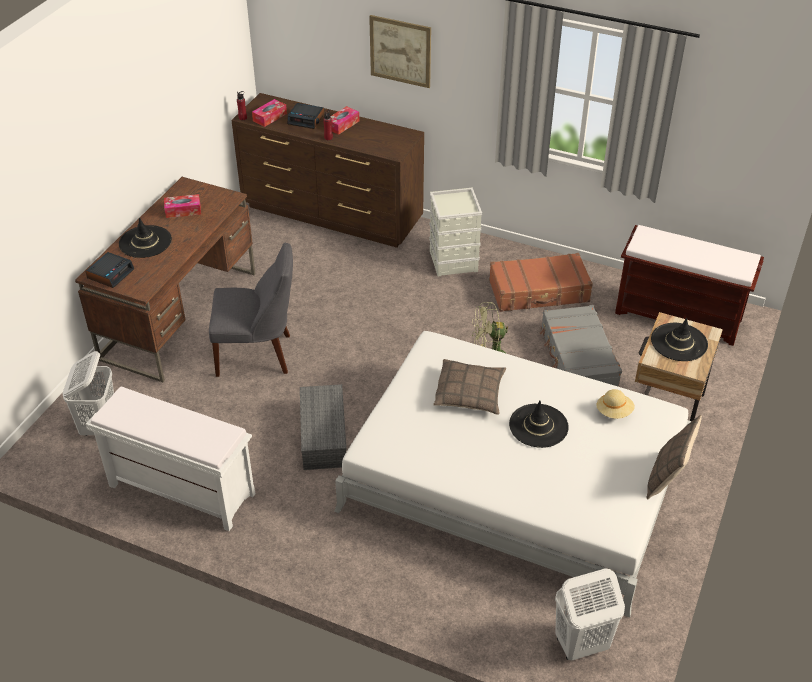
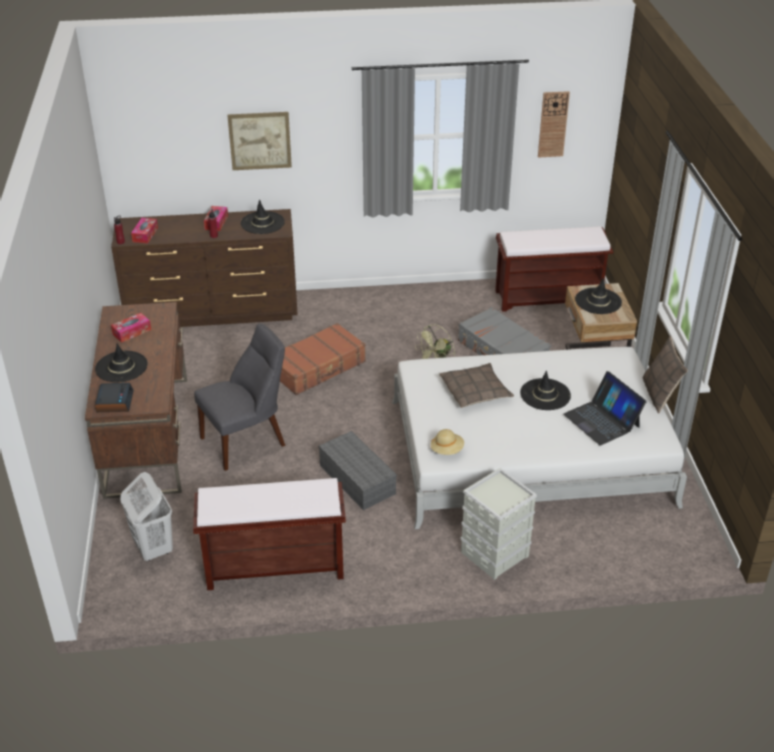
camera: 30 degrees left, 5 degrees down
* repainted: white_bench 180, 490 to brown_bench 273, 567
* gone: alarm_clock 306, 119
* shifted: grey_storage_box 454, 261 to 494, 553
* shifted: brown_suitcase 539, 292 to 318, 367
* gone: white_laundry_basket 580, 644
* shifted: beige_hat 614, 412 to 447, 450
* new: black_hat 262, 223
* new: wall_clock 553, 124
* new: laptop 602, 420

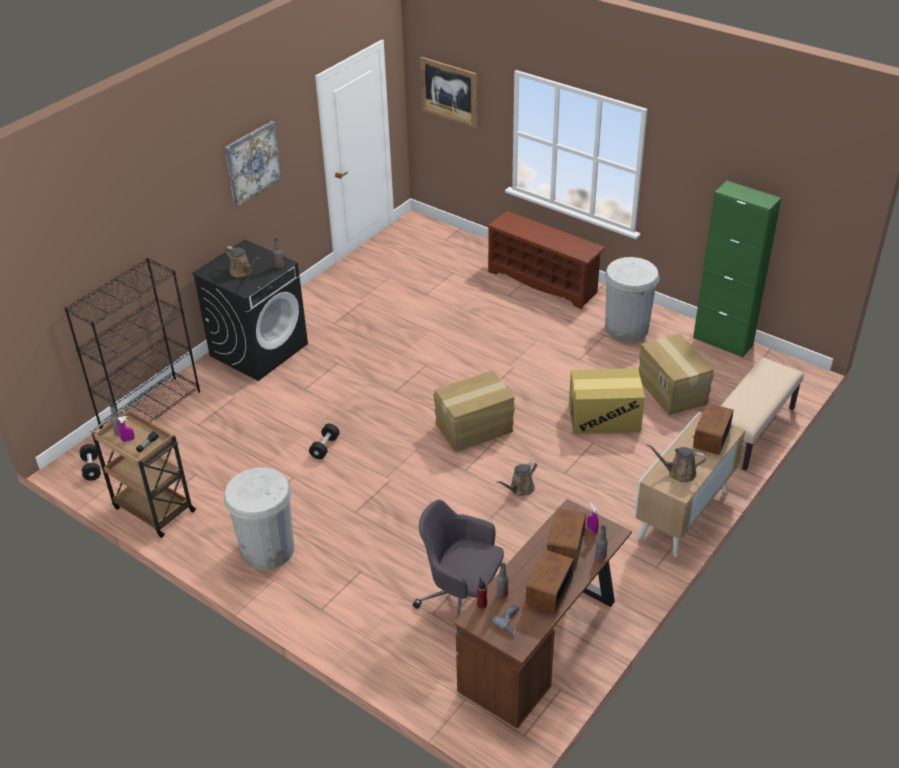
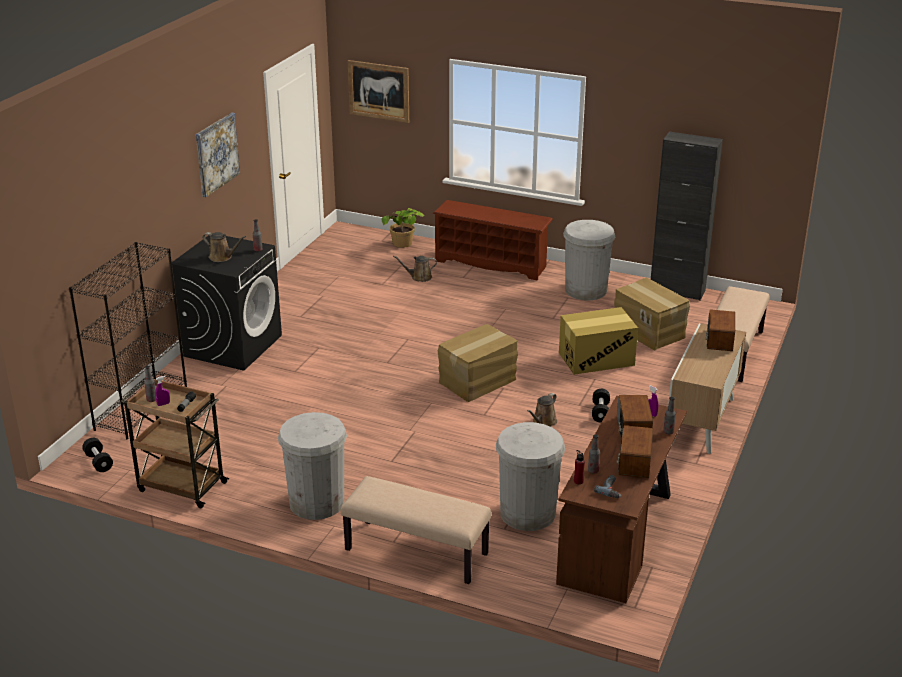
camera: 15 degrees left, 10 degrees down
* shifted: black_dumbbell 325, 447 to 600, 412
* swapped: grey_office_chair 462, 599 to white_trash_can 527, 513
* shifted: brown_watering_can 679, 472 to 419, 277
* repainted: green_cabinet 722, 341 to black_cabinet 677, 291
* new: beige_bench 415, 552
* new: potted_plant 405, 248

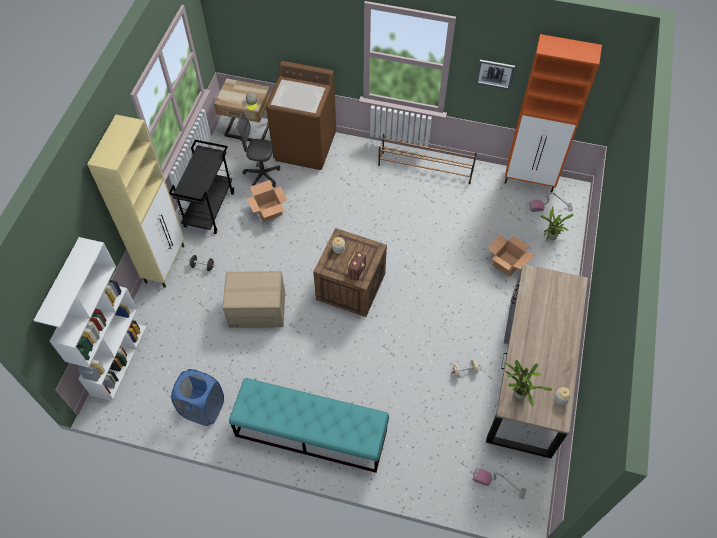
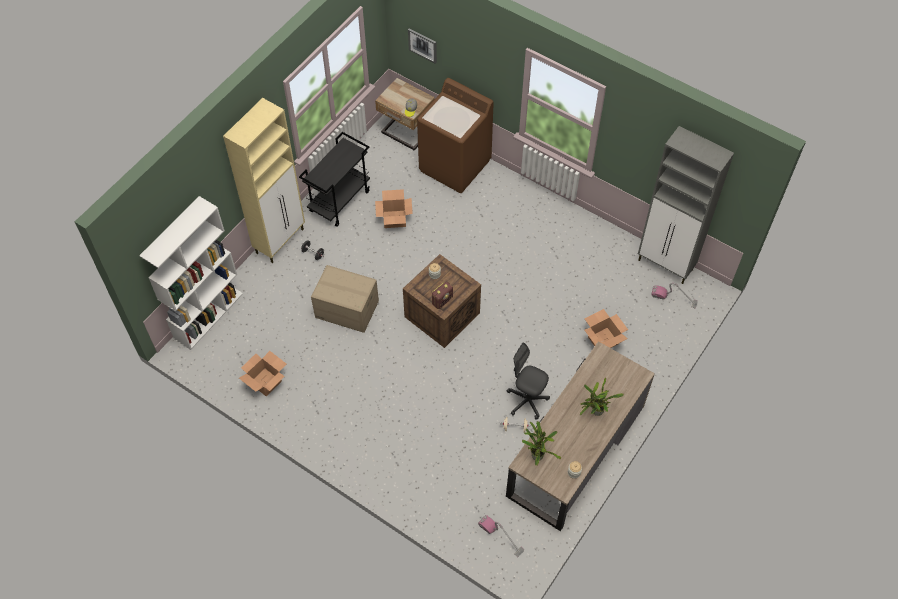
camera: 20 degrees right, 0 degrees up
* swapped: blue_laundry_basket 203, 408 to cardboard_box 265, 382
* gone: turquoise_bench 310, 433
* shifted: grey_office_chair 262, 176 to 527, 401
* gone: brown_shoe_rack 426, 168
* shifted: picture 495, 73 to 423, 45
* repainted: orange_cabinet 530, 180 to grey_cabinet 666, 265
* shifted: potted_plant 550, 237 to 595, 412

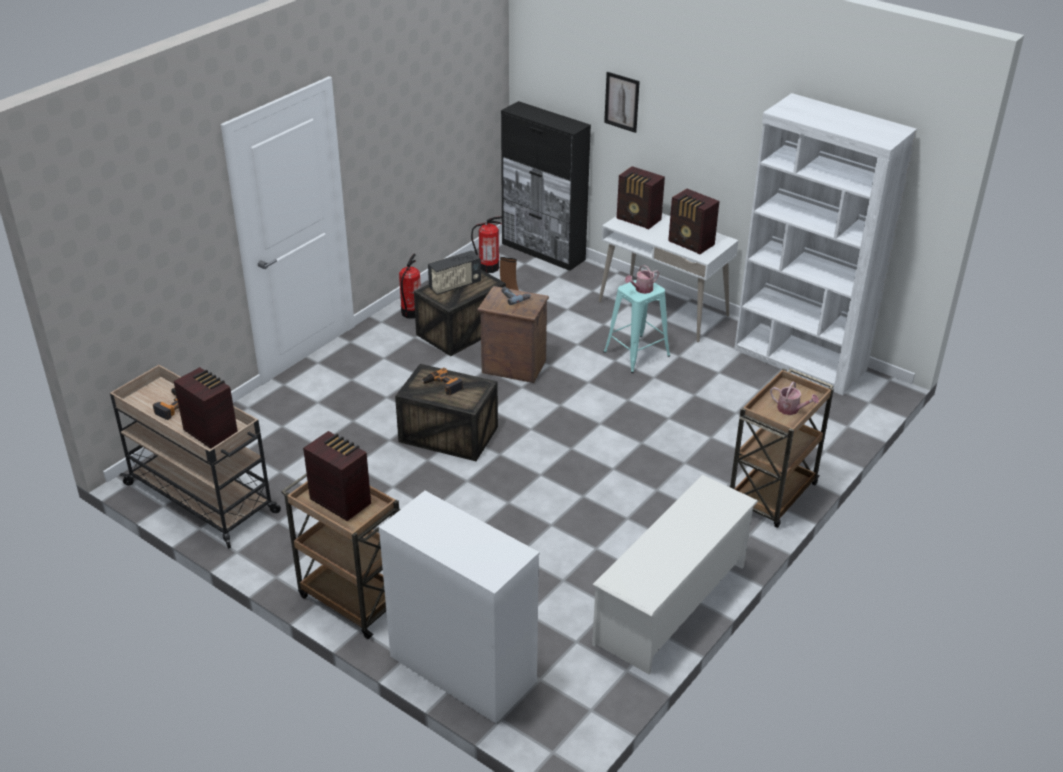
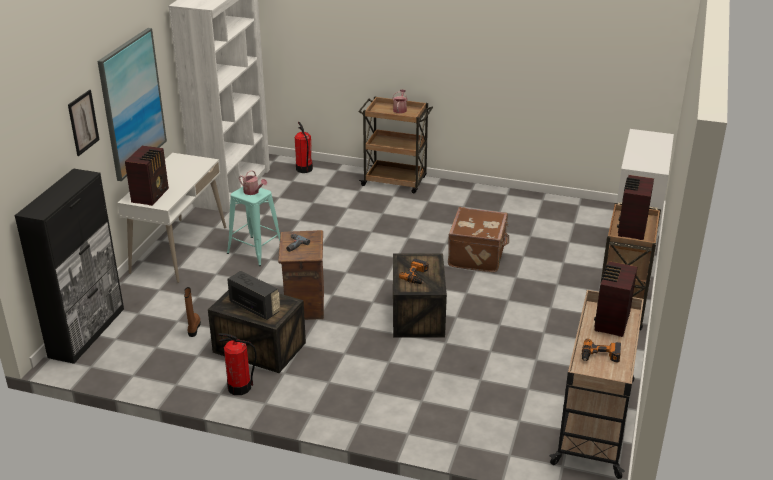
camera: 110 degrees left, 5 degrees down
* shifted: fire_extinguisher 488, 267 to 304, 169
* gone: white_shoe_rack 671, 604
* gone: radio 691, 244
* new: picture 132, 103
* new: brown_suitcase 478, 256

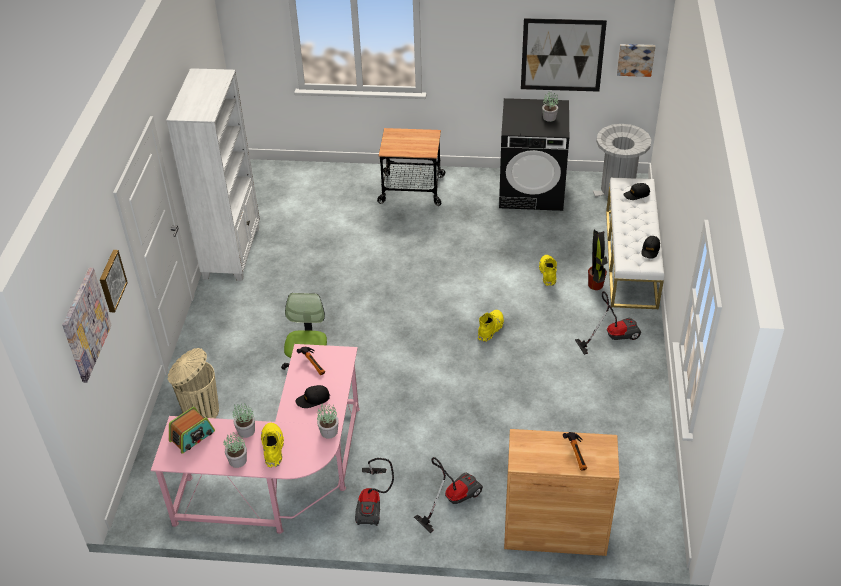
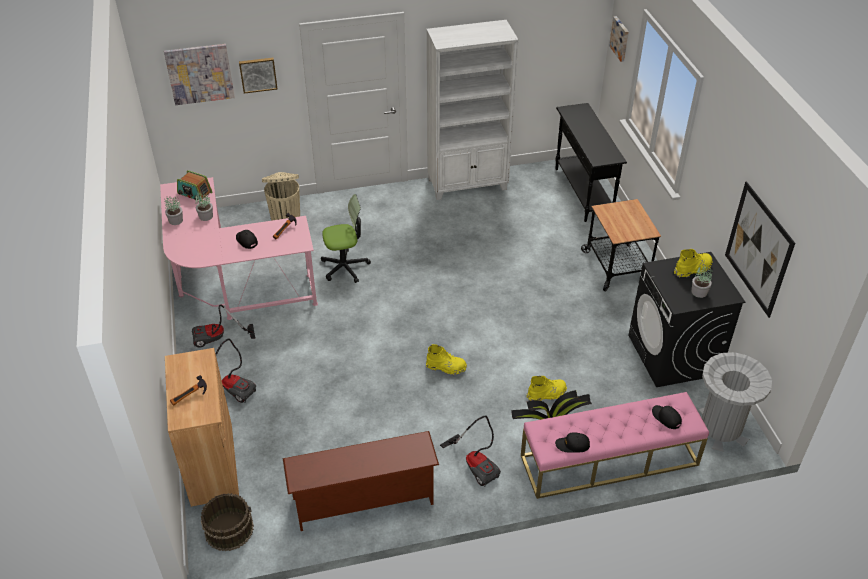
camera: 70 degrees right, 0 degrees up
* shifted: yellow_boot 273, 448 to 693, 269
* gone: potted_plant 329, 431
* repainted: white_bench 631, 258 to pink_bench 609, 460
* shifted: picture 635, 59 to 620, 38
* new: brown_bucket 229, 529
* new: brown_shoe_rack 363, 502
* new: black_console_table 583, 193

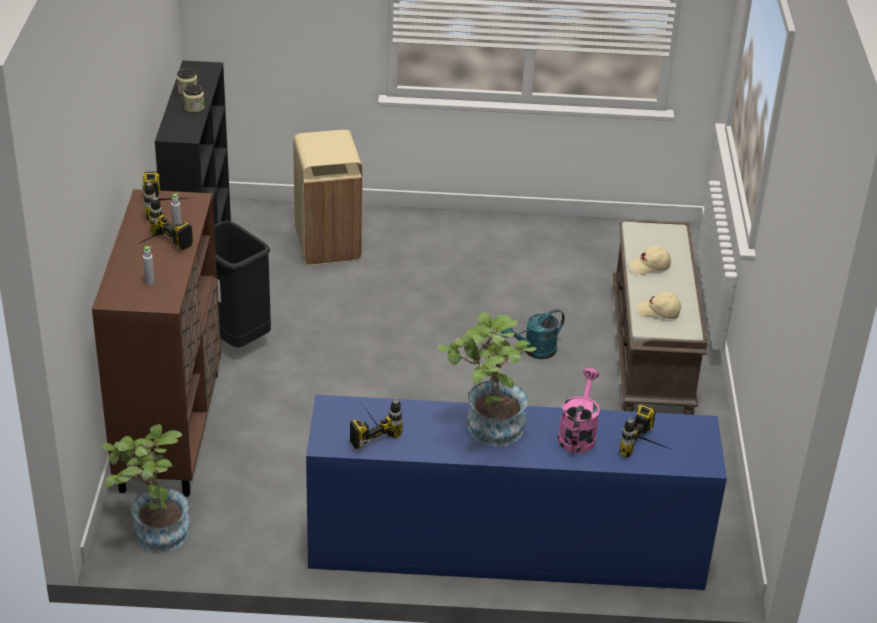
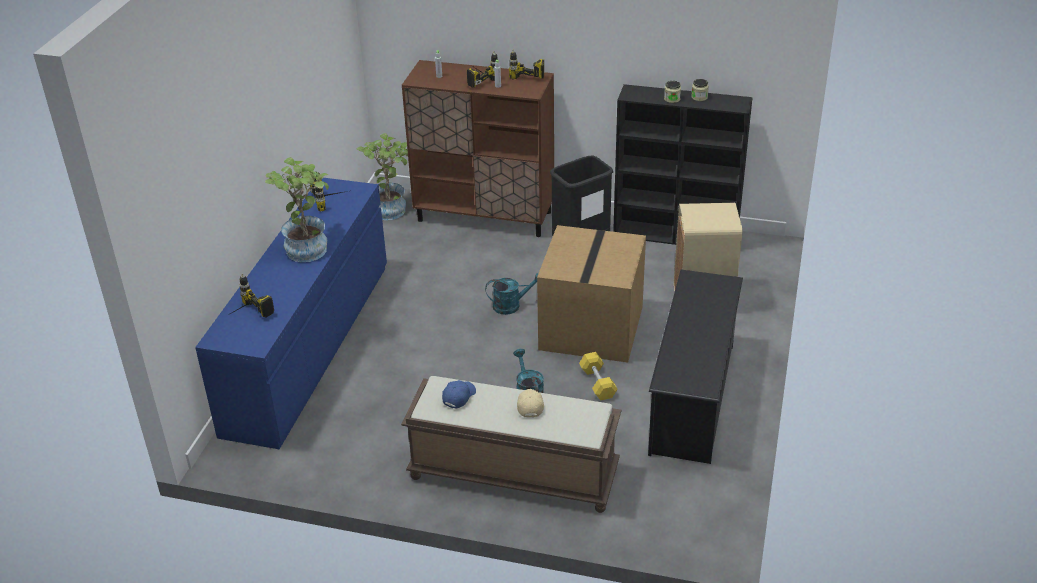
camera: 105 degrees right, 0 degrees up
* gone: pink_watering_can 578, 434
* repainted: beige_cap 658, 312 to blue_cap 458, 396
* new: turquoise_watering_can 511, 306
* new: cardboard_box 592, 329
* new: yellow_dumbbell 597, 383
* new: black_shoe_rack 692, 397

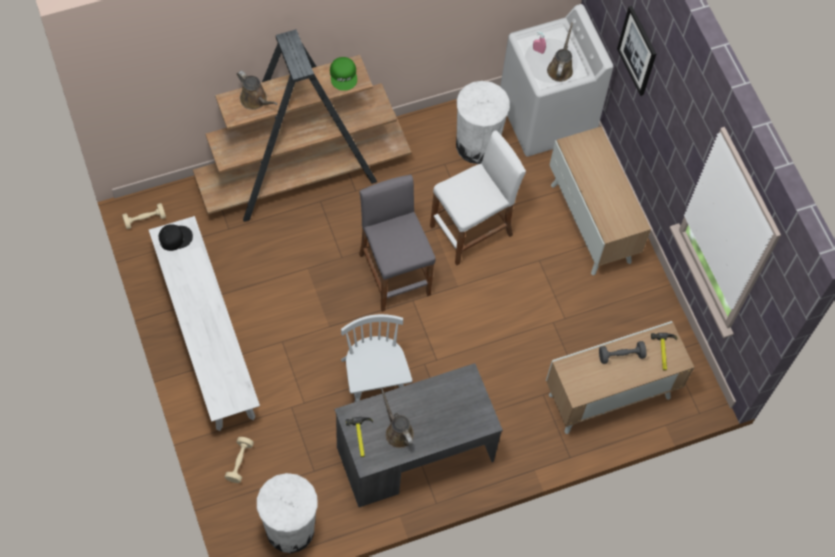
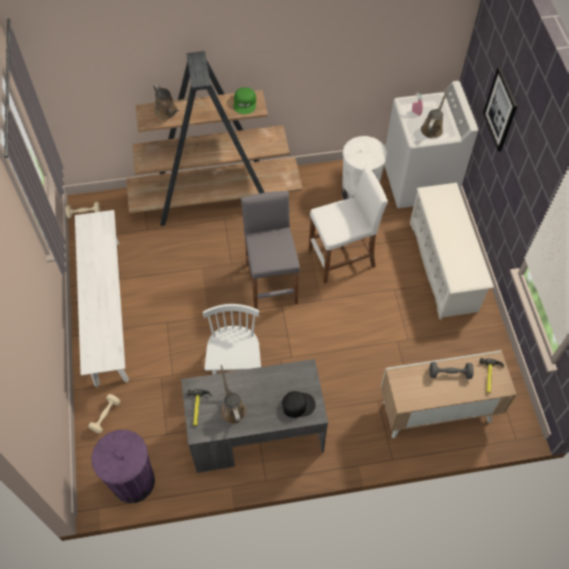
camera: 15 degrees right, 5 degrees down
* shifted: black_cap 175, 237 to 298, 404
* repainted: white_trash_can 290, 529 to purple_trash_can 133, 481
* swapped: cabinet 591, 223 to white_shoe_rack 443, 266

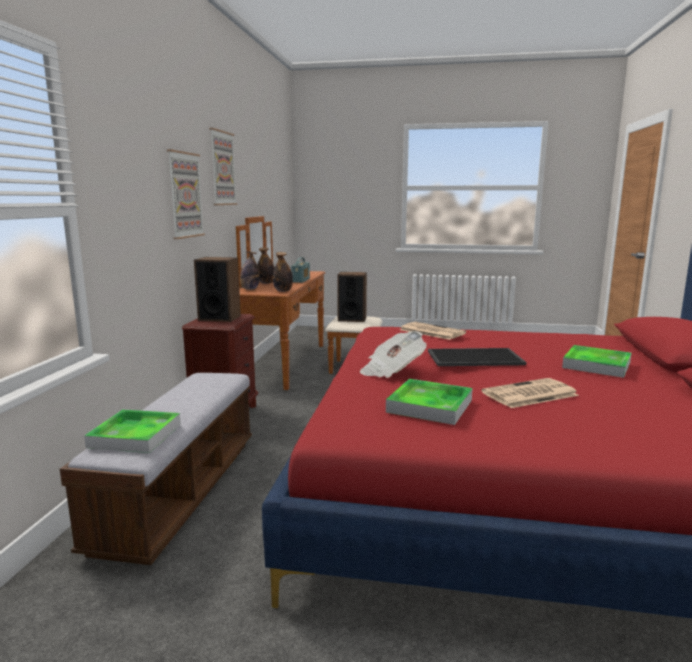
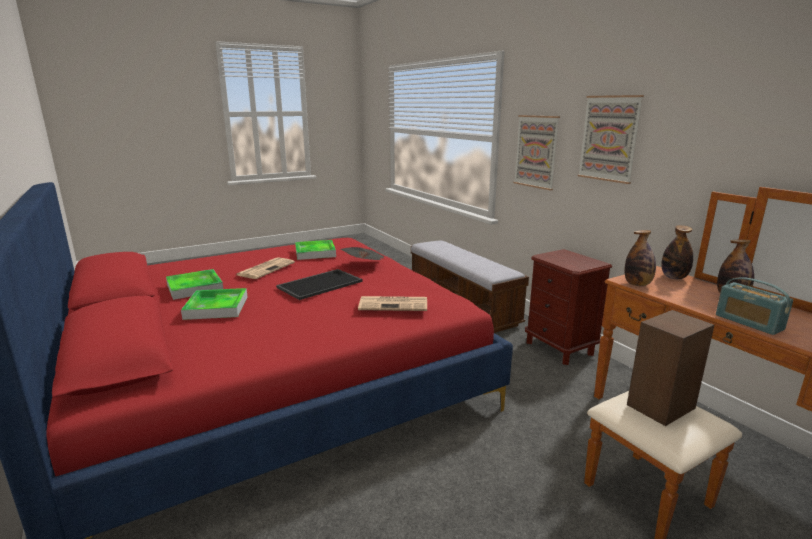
camera: 140 degrees right, 5 degrees up
* shifted: tray 135, 435 to 195, 287
* gone: speaker 219, 318
* shifted: picture 222, 168 to 536, 151

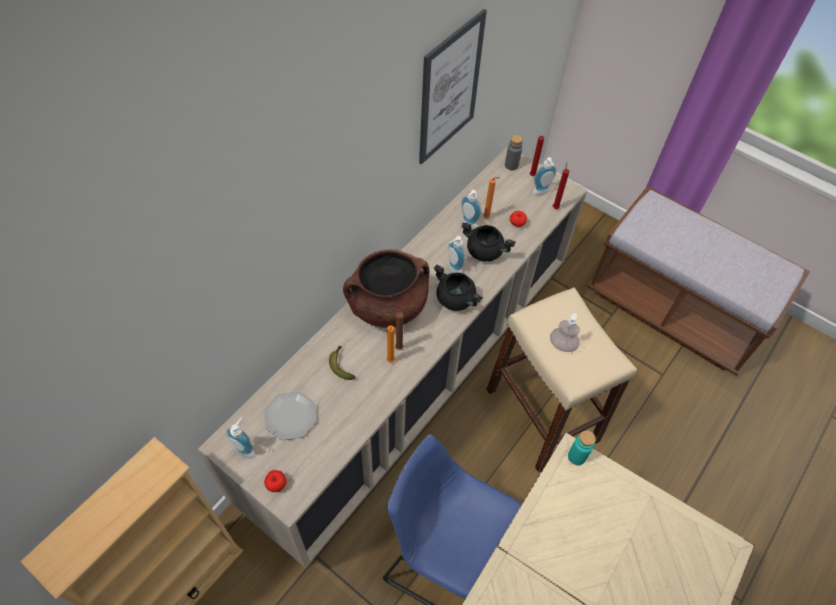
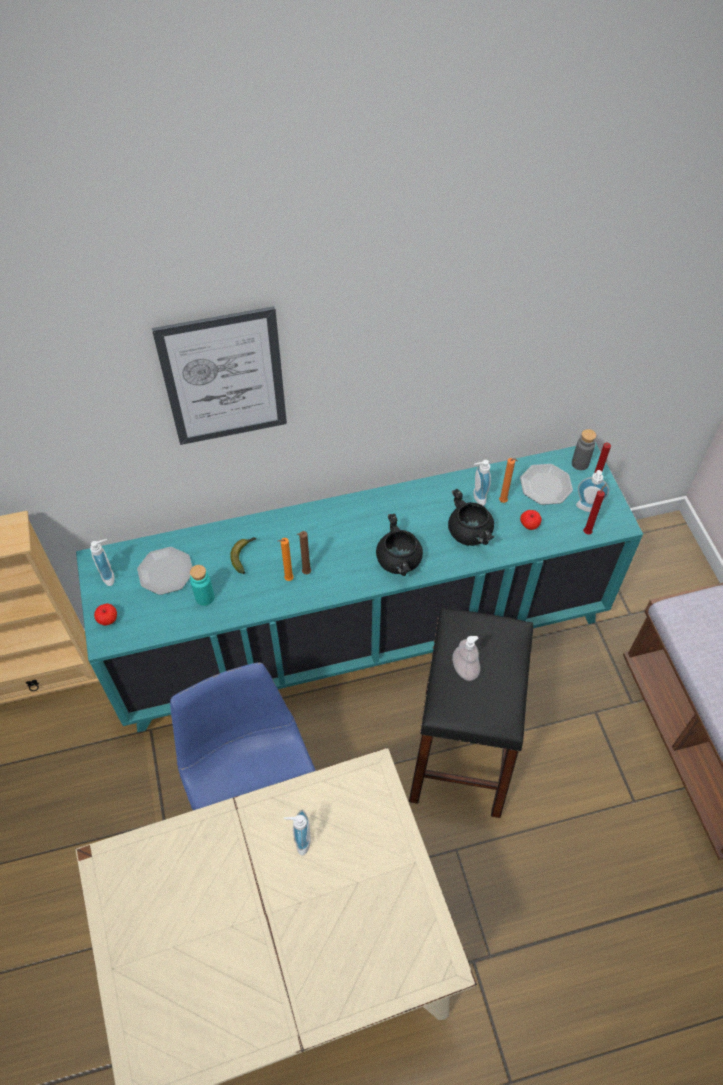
camera: 40 degrees right, 0 degrees up
* repainted: beige_cabinet 413, 382 to turquoise_cabinet 361, 635
* gone: brown_cooking_pot 387, 306
* shifted: picture 450, 89 to 224, 378
* shifted: soap_dispenser 452, 270 to 299, 840
* repainted: beige_stool 542, 415 to black_stool 461, 751
* shifted: turquoise_bottle 576, 456 to 204, 597
* new: plate 545, 485

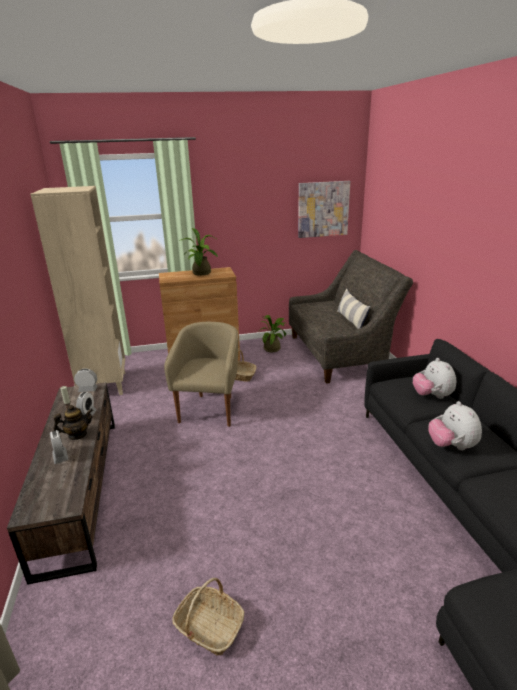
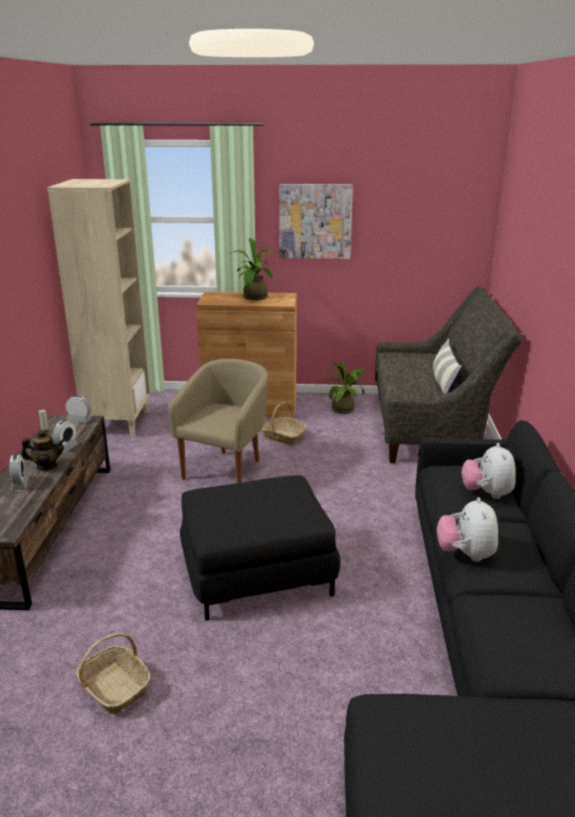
camera: 15 degrees right, 0 degrees up
* shifted: picture 323, 209 to 315, 221
* new: black_ottoman 258, 572

